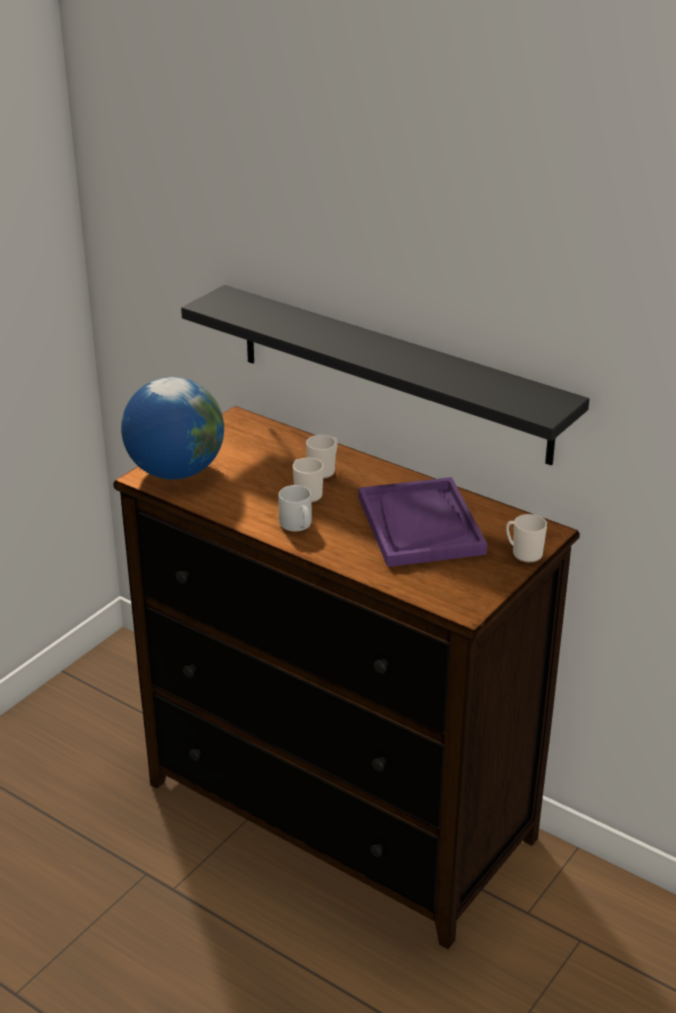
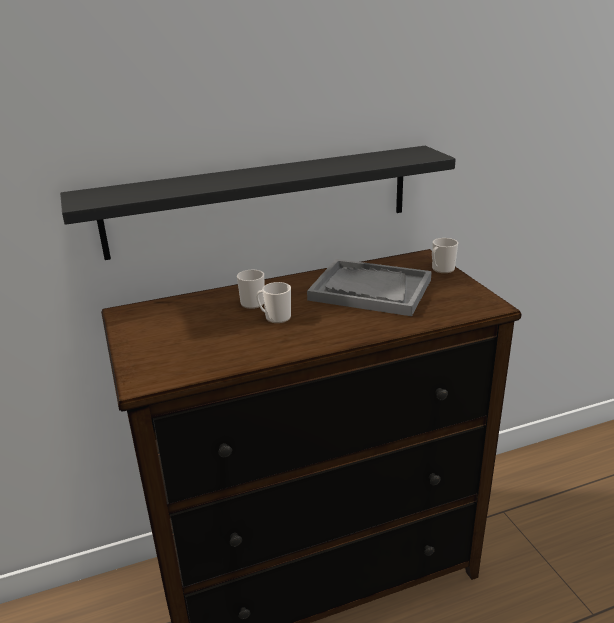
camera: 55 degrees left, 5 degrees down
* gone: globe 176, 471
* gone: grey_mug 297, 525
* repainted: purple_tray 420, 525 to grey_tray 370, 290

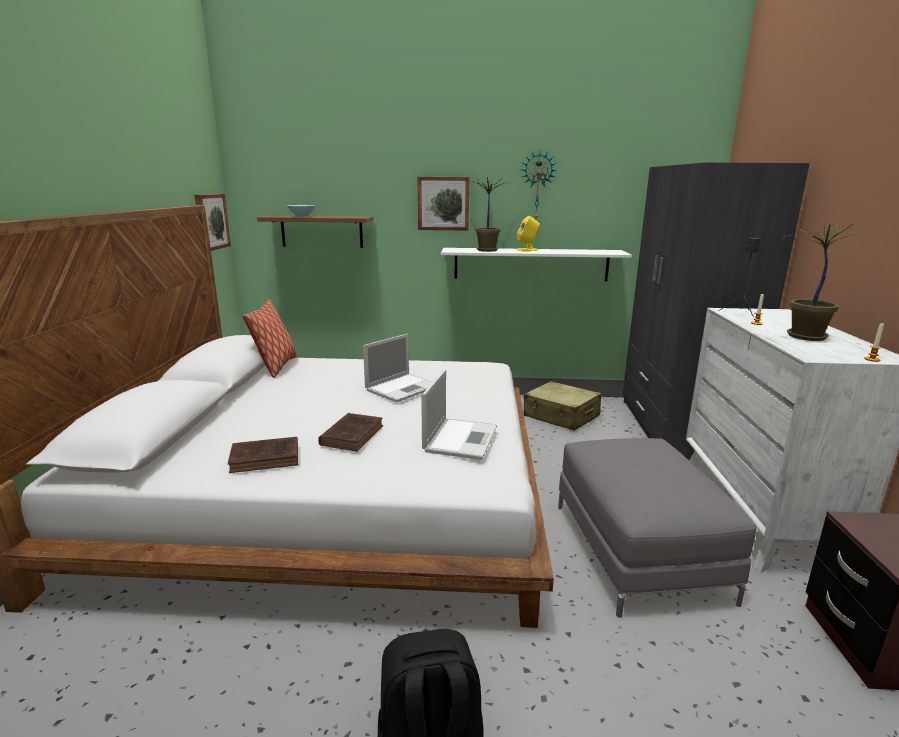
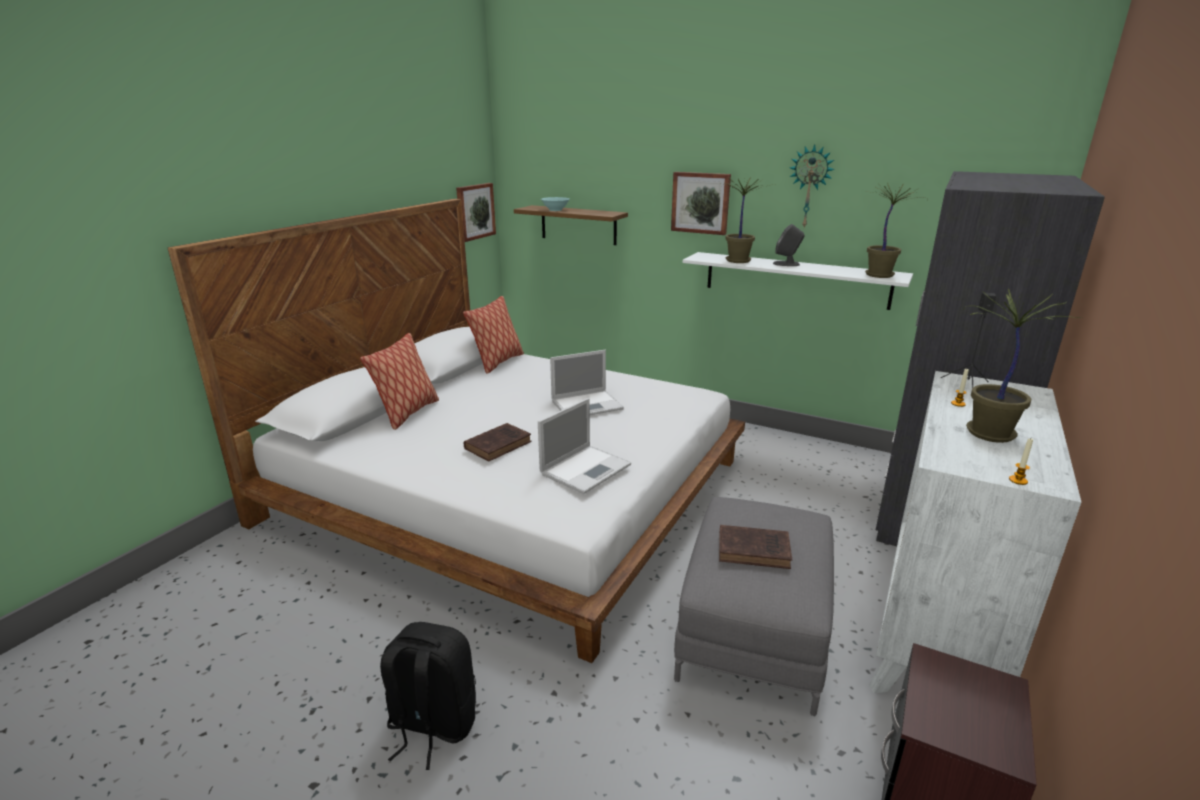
camera: 25 degrees right, 5 degrees up
* shifted: brown_book 267, 458 to 756, 550
* repainted: yellow_speaker 527, 250 to grey_speaker 786, 264
* gone: beige_suitcase 561, 416
* new: pillow 407, 413
* new: potted_plant 880, 275

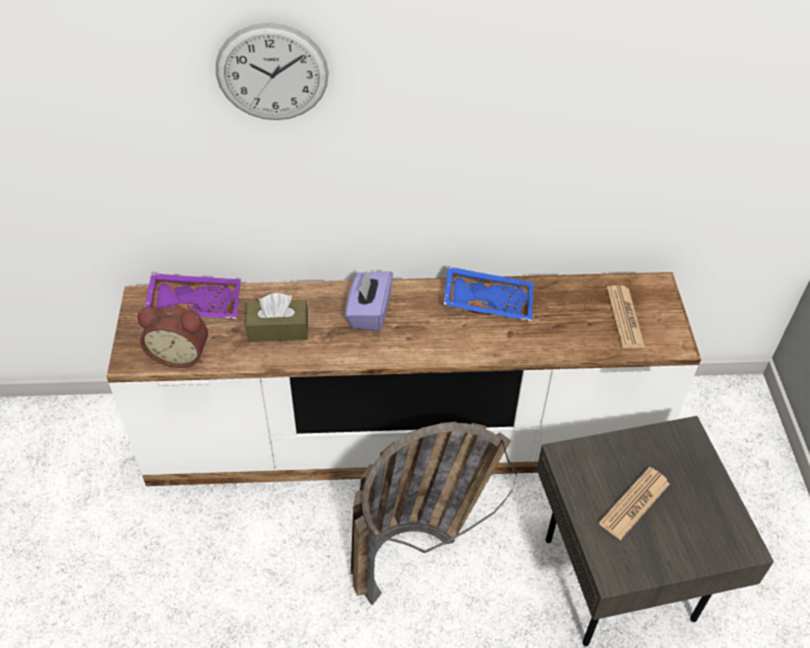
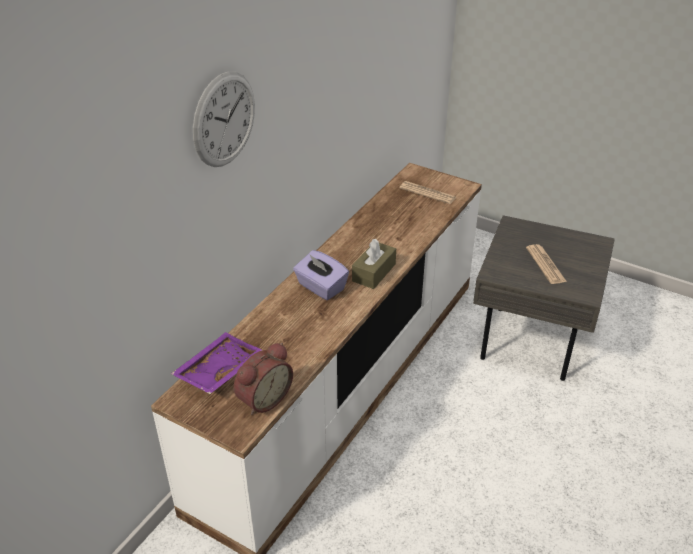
camera: 55 degrees left, 10 degrees down
* shifted: brown_tissue_box 278, 329 to 374, 272
* gone: basket 420, 546
* gone: blue_tray 488, 301

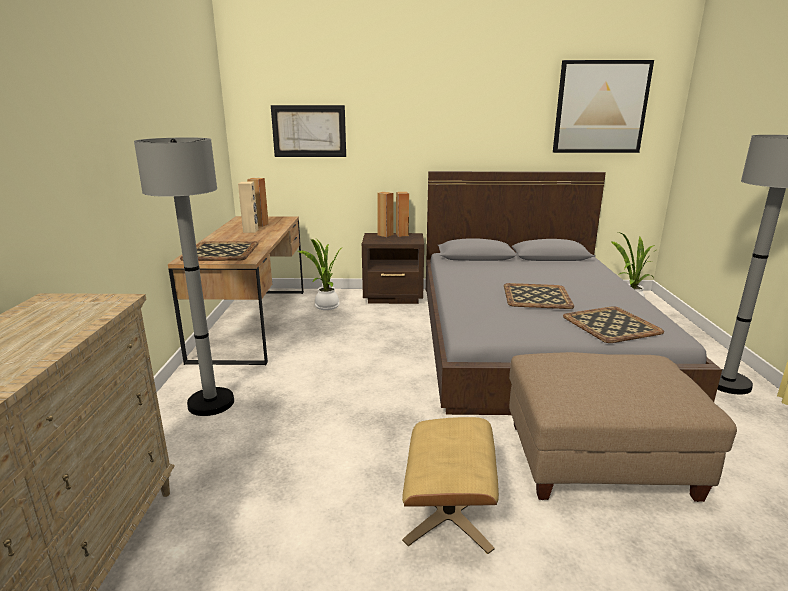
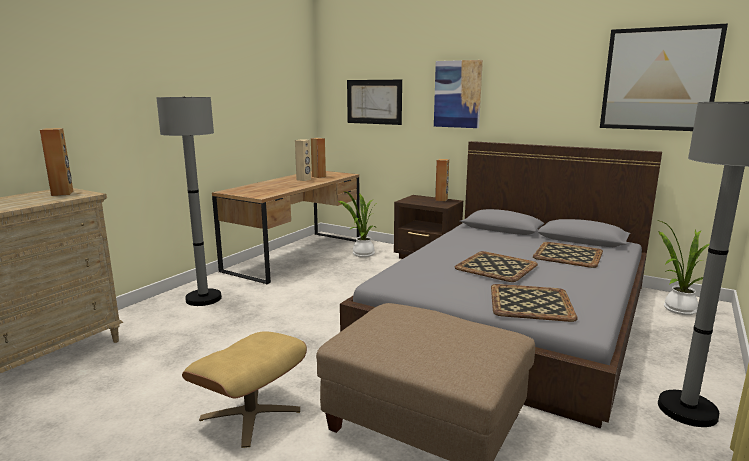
camera: 30 degrees right, 5 degrees down
* shifted: tray 220, 251 to 567, 254
* shifted: brown_speaker 385, 235 to 63, 193
* new: picture 457, 94

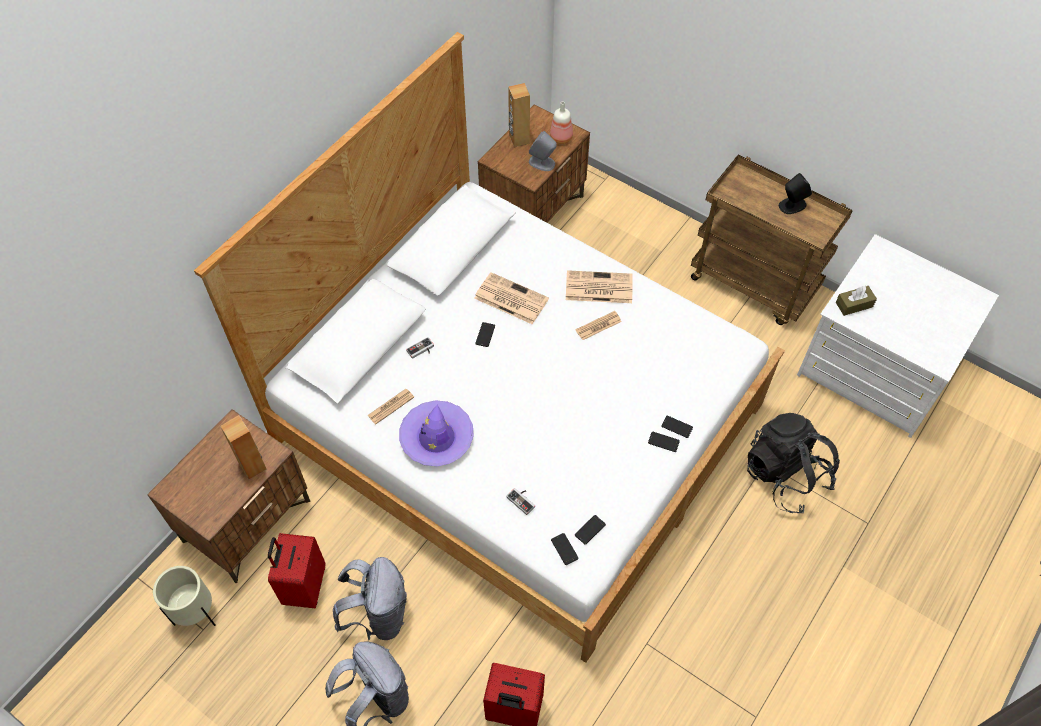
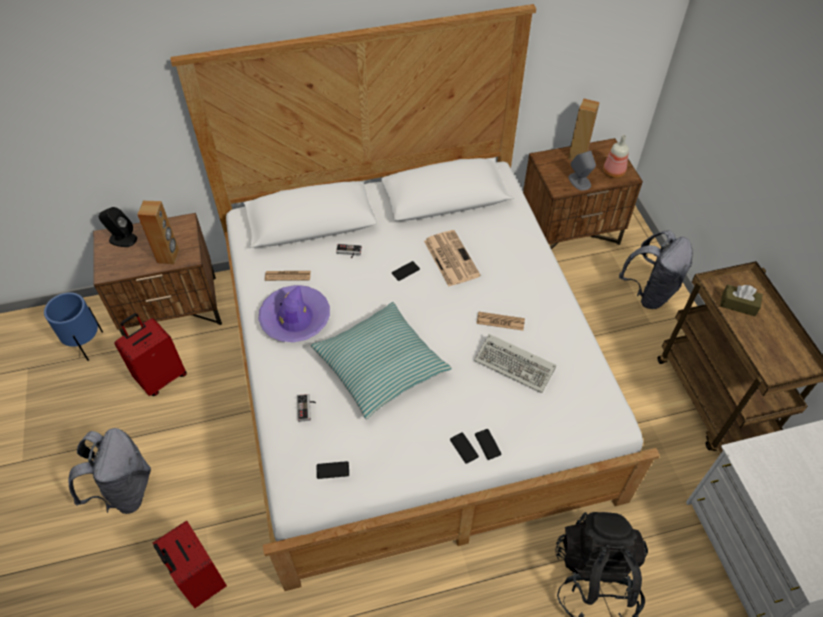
camera: 40 degrees right, 5 degrees down
* repainted: beige_planter 196, 613 to blue_planter 86, 345
* shifted: grey_backpack 378, 614 to 649, 292
* gone: phone 564, 549
* gone: newspaper 597, 288
* shifted: black_speaker 792, 205 to 122, 239
* shifted: brown_tissue_box 854, 304 to 738, 305
* new: pillow 380, 366
* new: keyboard 516, 365

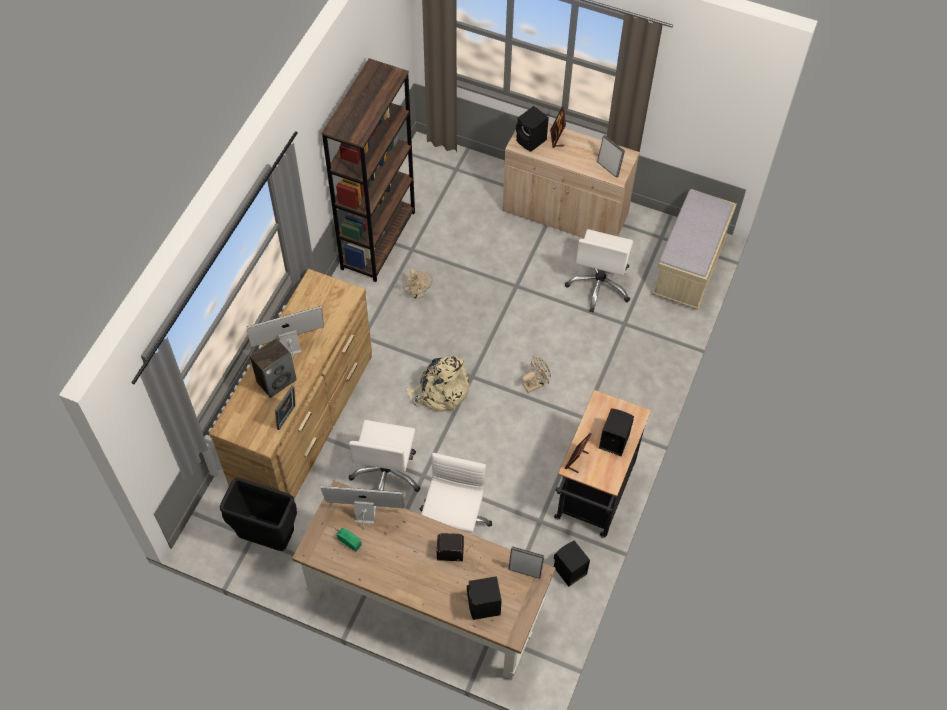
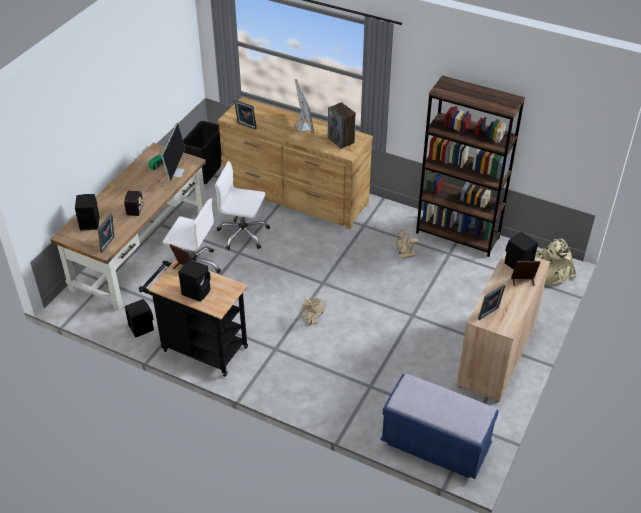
camera: 95 degrees right, 15 degrees down
* shifted: speaker 276, 381 to 341, 140
* shifted: beige_backpack 440, 392 to 550, 271
* gone: white_office_chair 599, 285
* repainted: beige_bench 689, 268 to blue_bench 435, 445

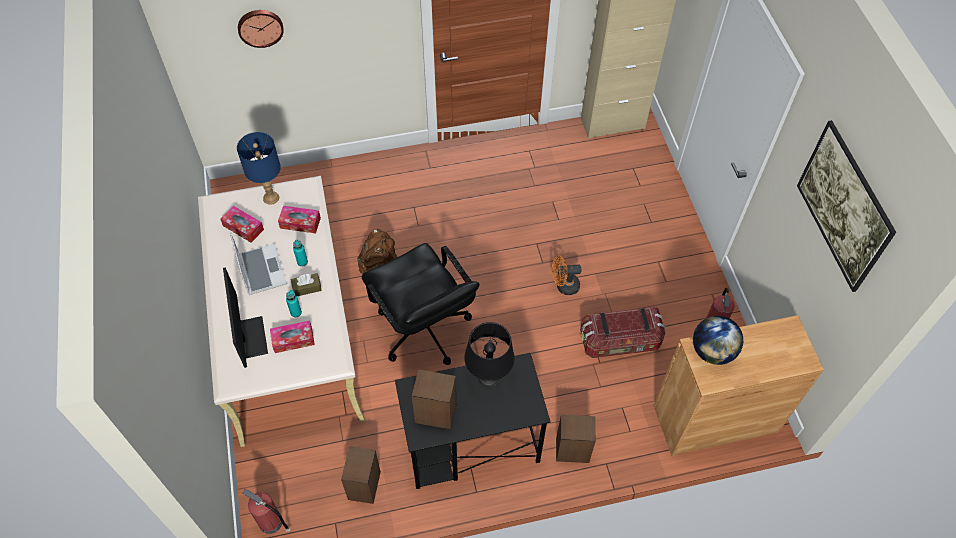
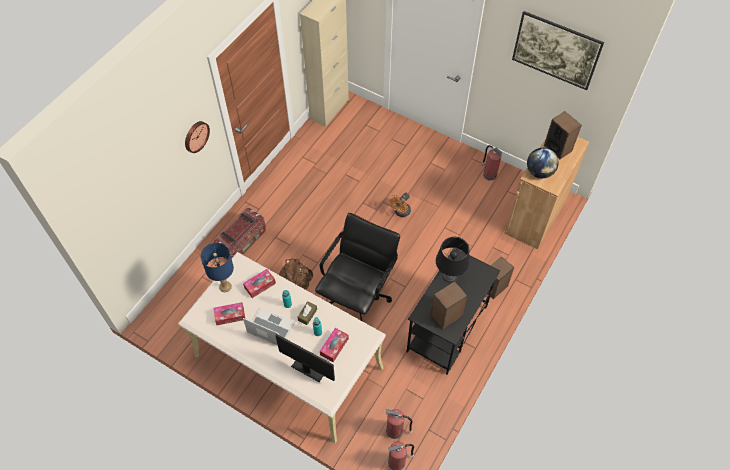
camera: 45 degrees left, 0 degrees up
* shifted: wall_clock 260, 27 to 195, 136
* shifted: speaker 364, 485 to 557, 148
* rotated: black_office_chair 423, 330 = 357, 295 75 degrees counterclockwise
* shifted: storage_box 620, 341 to 242, 242
* new: fire_extinguisher 395, 430

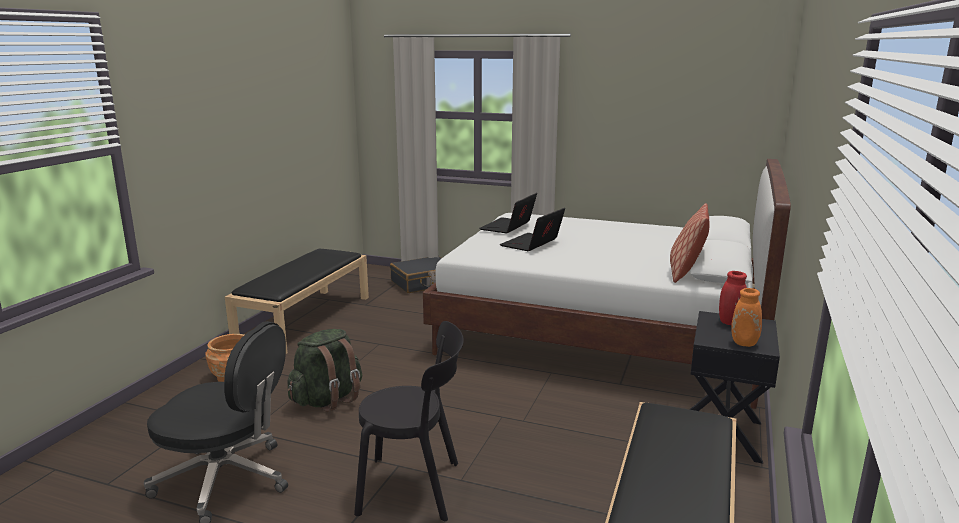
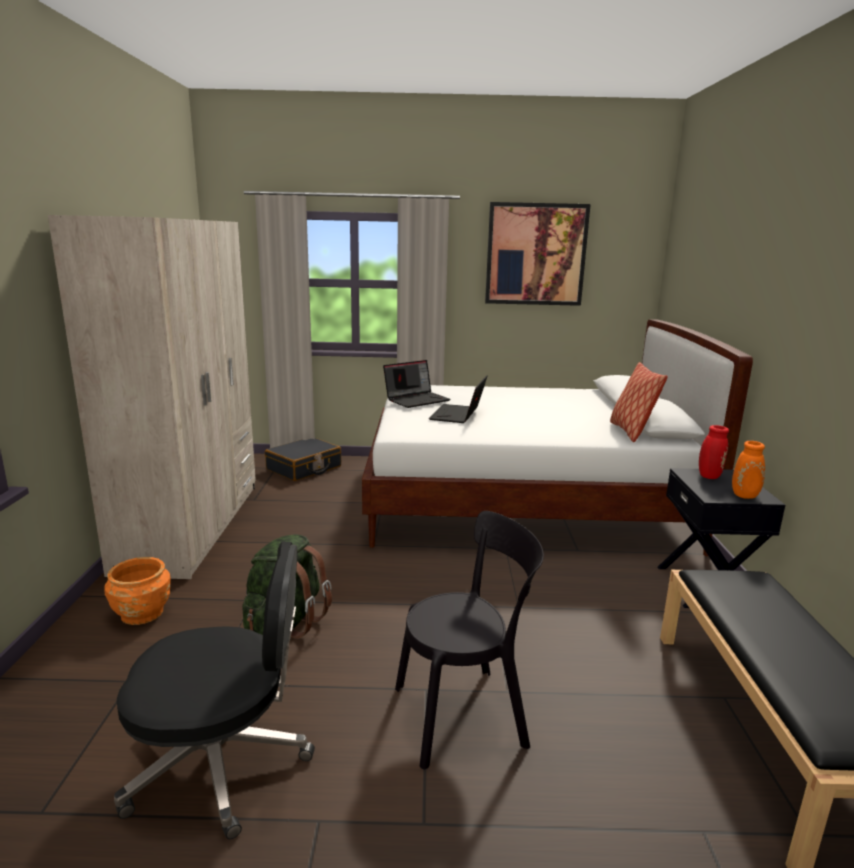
camera: 20 degrees left, 0 degrees up
* swapped: black_bench 305, 319 to beige_wardrobe 192, 525
* rotated: laptop 508, 227 = 417, 399 135 degrees counterclockwise
* new: picture 535, 254

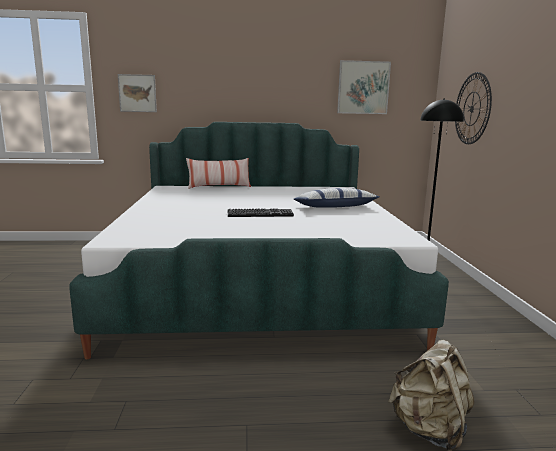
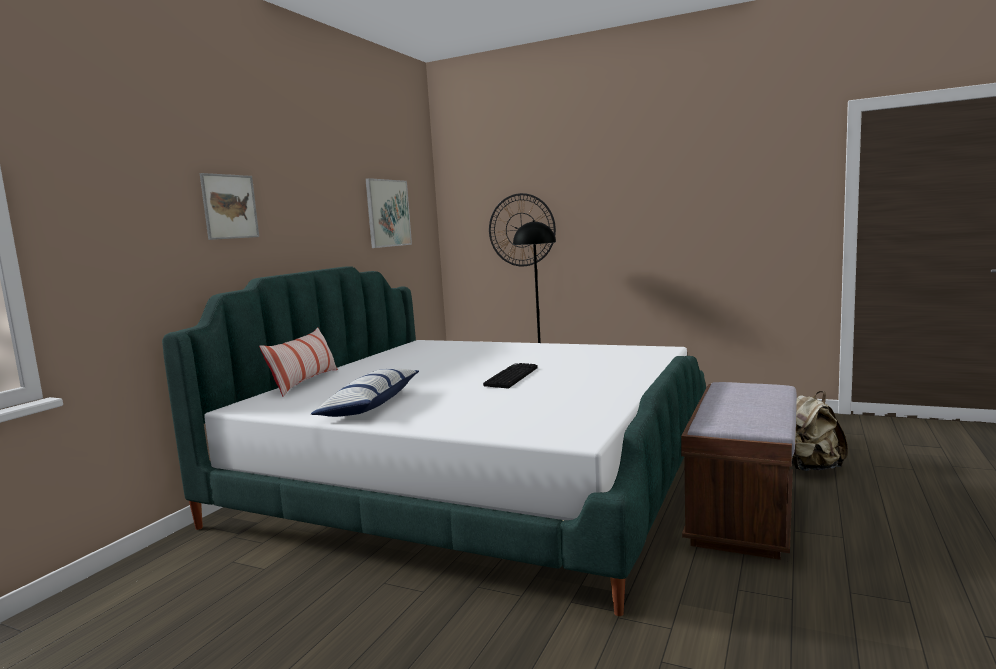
camera: 60 degrees left, 5 degrees down
* shifted: picture 137, 93 to 229, 206
* shifted: pillow 335, 207 to 370, 405
* new: brown_bench 742, 514

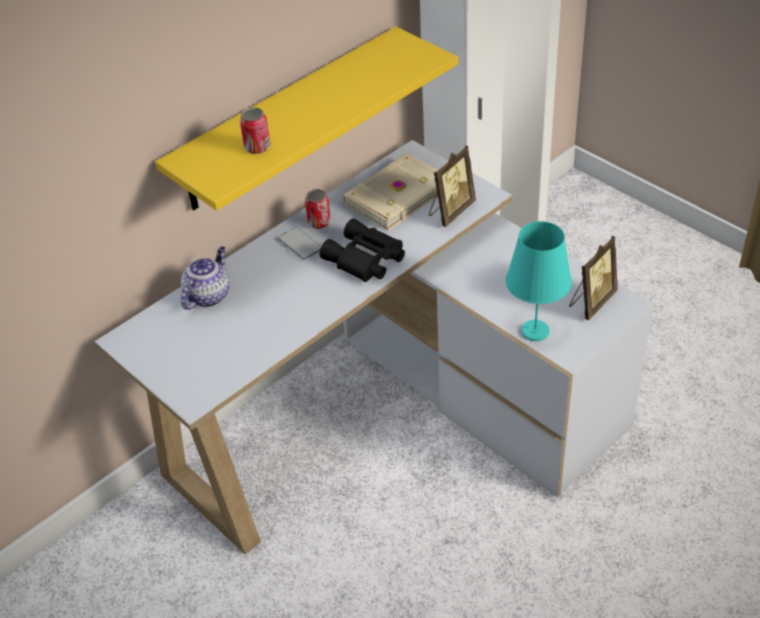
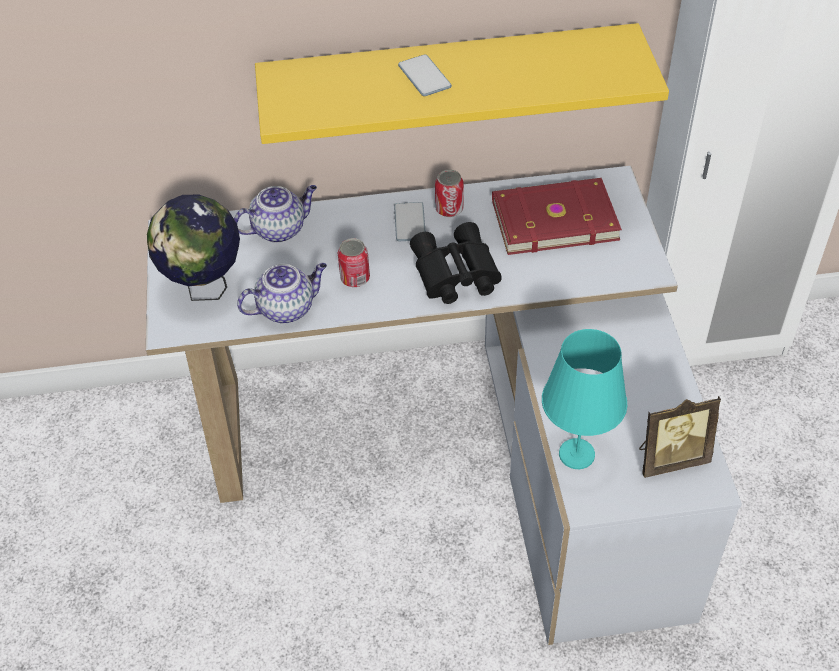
camera: 35 degrees right, 5 degrees up
* shifted: can 257, 147 to 355, 278
* repainted: beige_book 395, 194 to red_book 553, 218
* gone: picture_frame 450, 211
* new: globe 205, 288
* new: teapot 287, 308
* new: phone 424, 77

